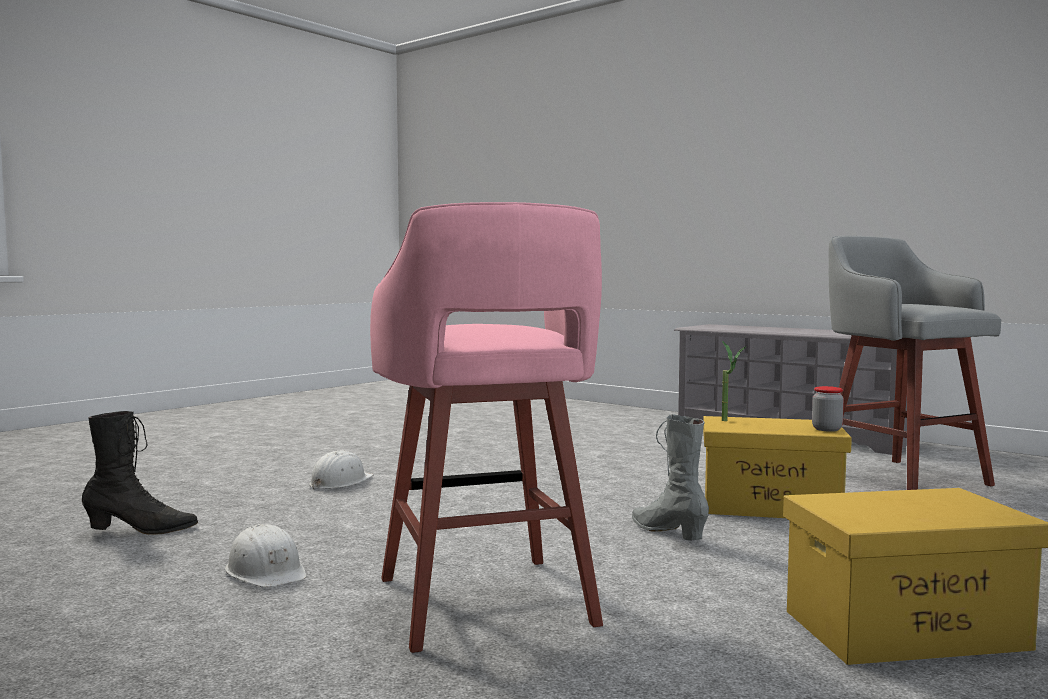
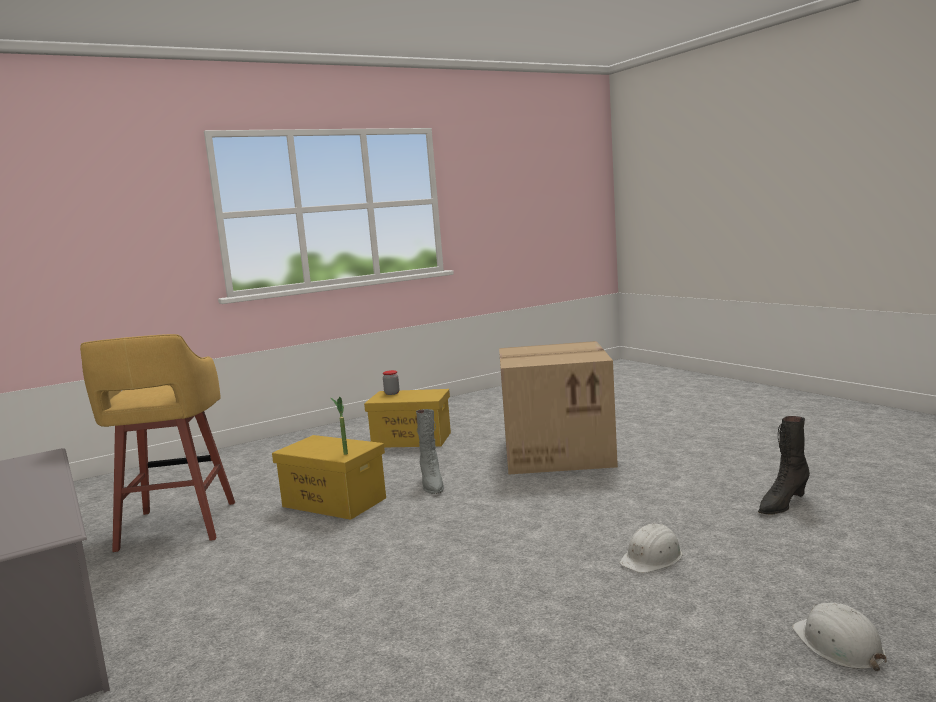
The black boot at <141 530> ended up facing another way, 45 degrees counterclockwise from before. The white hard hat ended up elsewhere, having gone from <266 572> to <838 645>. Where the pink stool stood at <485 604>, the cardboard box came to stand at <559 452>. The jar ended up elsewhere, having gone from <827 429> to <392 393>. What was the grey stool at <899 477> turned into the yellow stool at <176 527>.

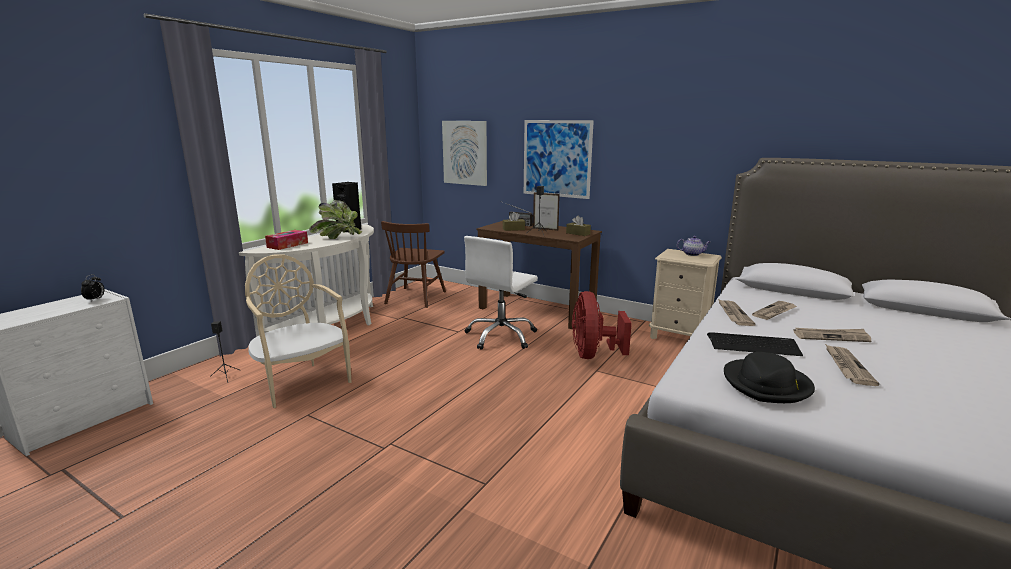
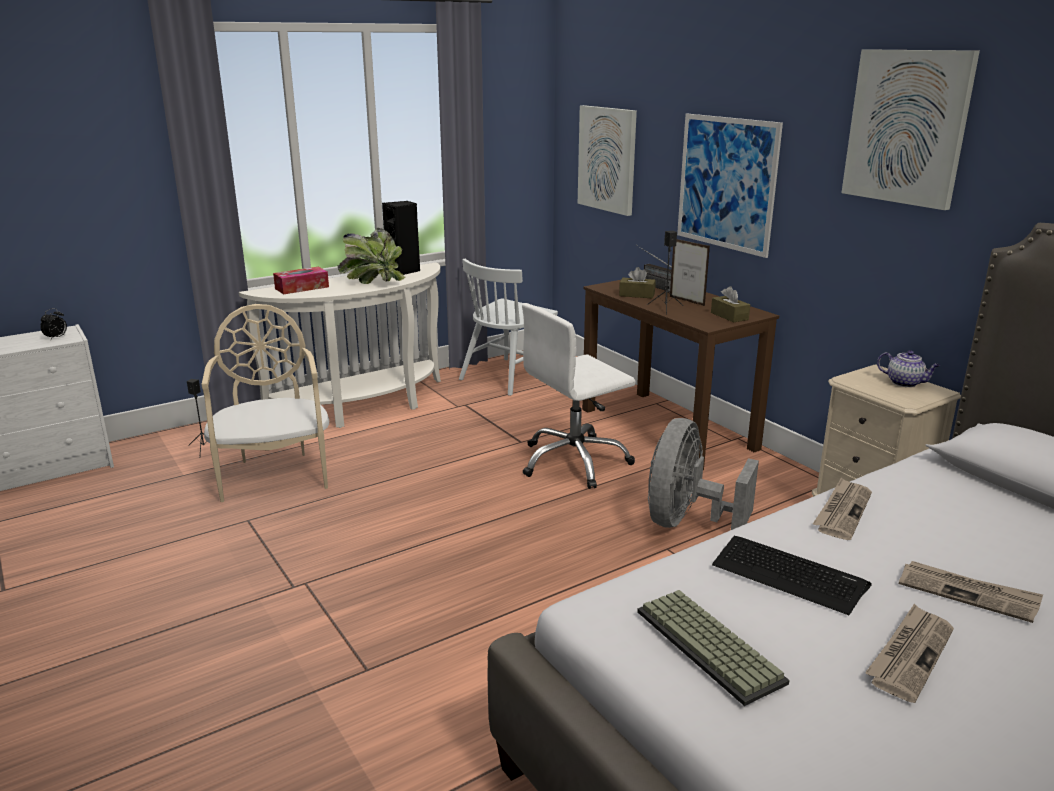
What was the brown chair at <415 297> turned into the white chair at <508 376>. What was the red fan at <593 354> turned into the grey fan at <686 521>. Where the black hat stood at <767 385>, the keyboard came to stand at <712 646>. The second view lost the newspaper at <774 312>. The second view gained the picture at <907 127>.

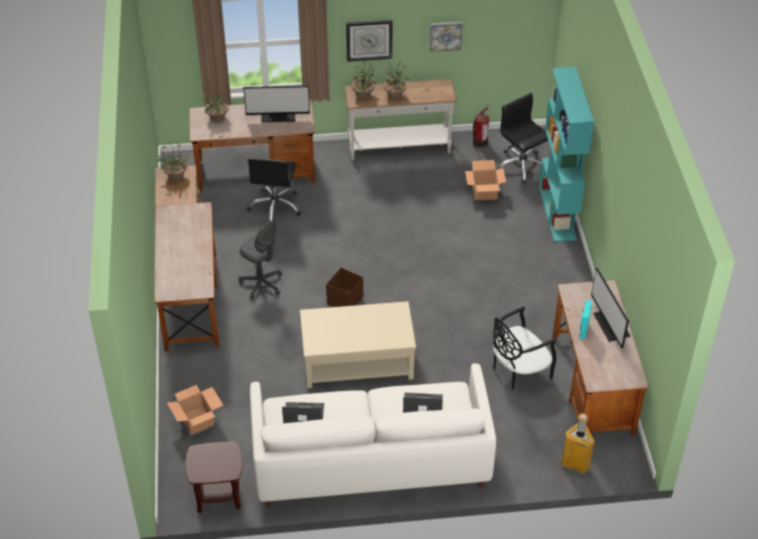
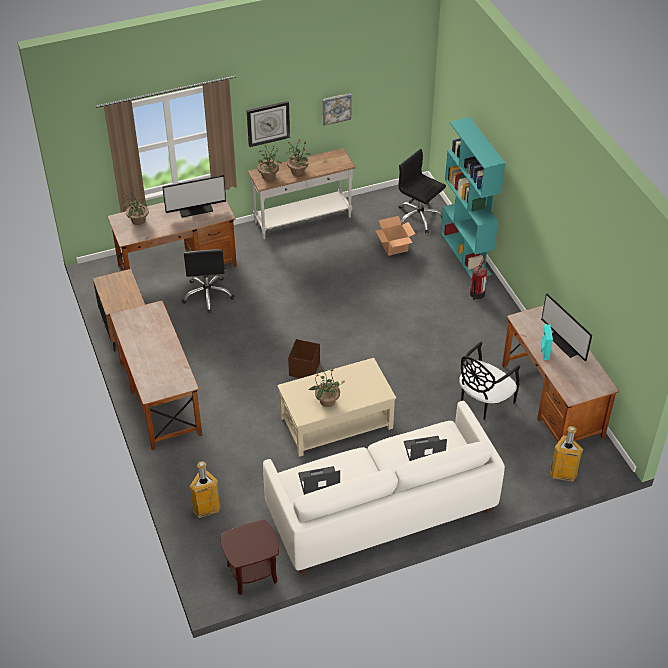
The potted plant ended up elsewhere, having gone from <175 176> to <327 401>. Where the cardboard box stood at <196 420>, the trash can came to stand at <206 508>. The second view lost the grey office chair at <262 283>. The fire extinguisher ended up elsewhere, having gone from <479 142> to <477 294>.

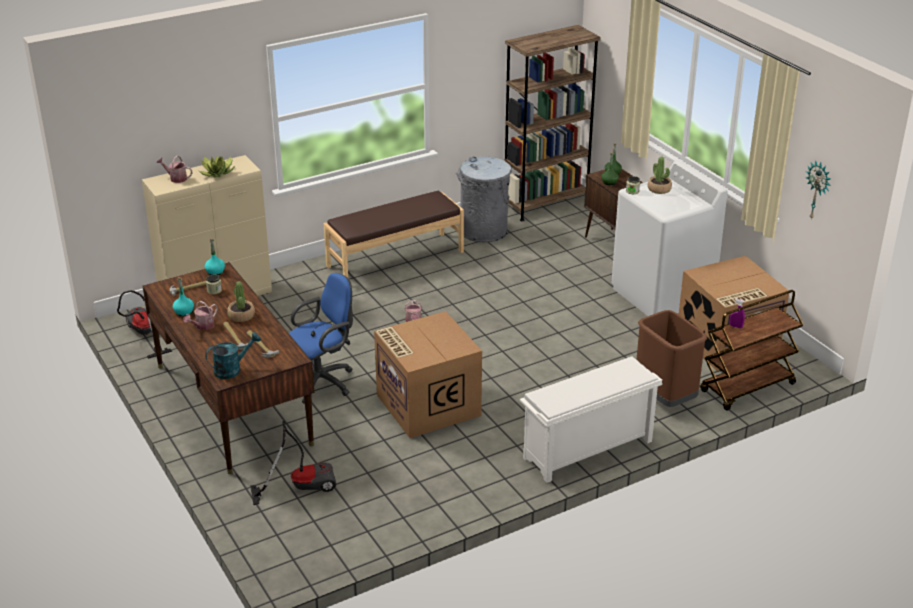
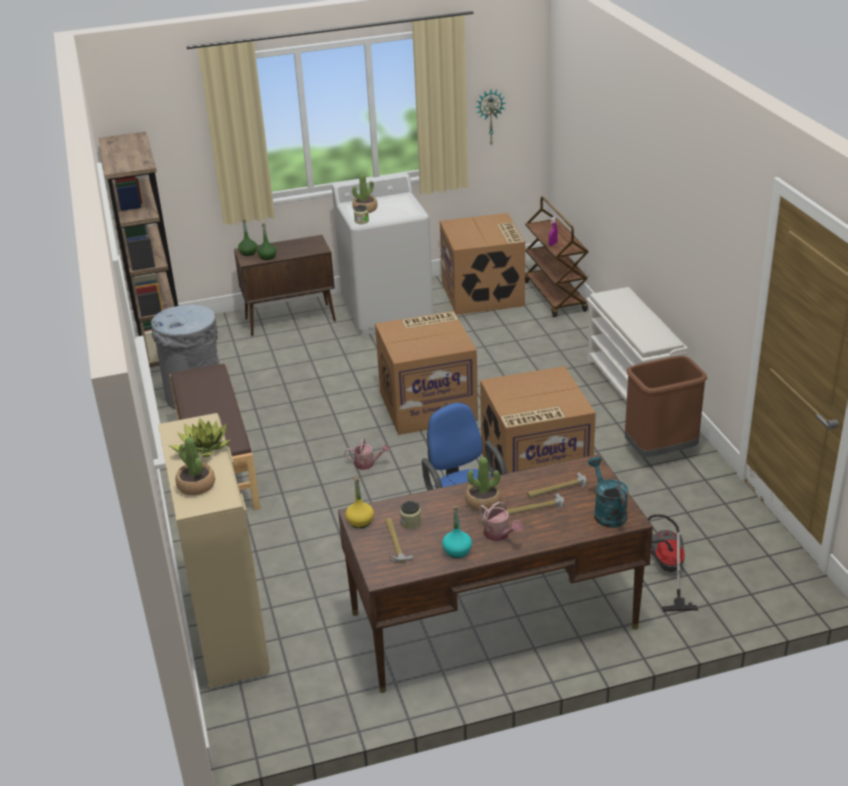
The second view lost the vacuum cleaner at <143 335>. Where the watering can stood at <176 178>, the potted plant came to stand at <196 485>. What was the turquoise bottle at <215 272> turned into the yellow bottle at <360 522>. The brown trash can ended up elsewhere, having gone from <664 398> to <660 451>. The second view gained the cardboard box at <429 405>.

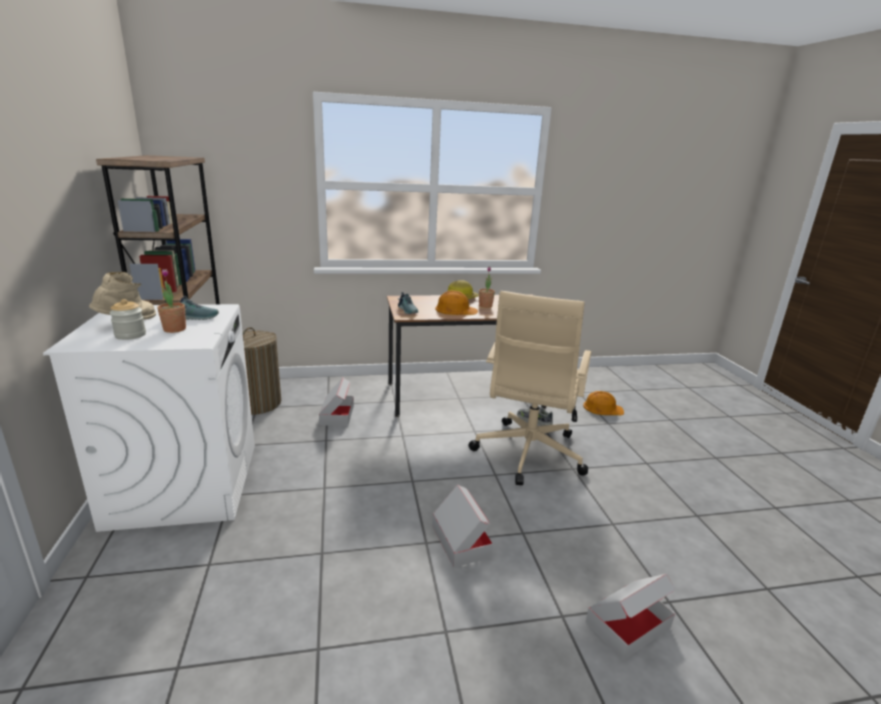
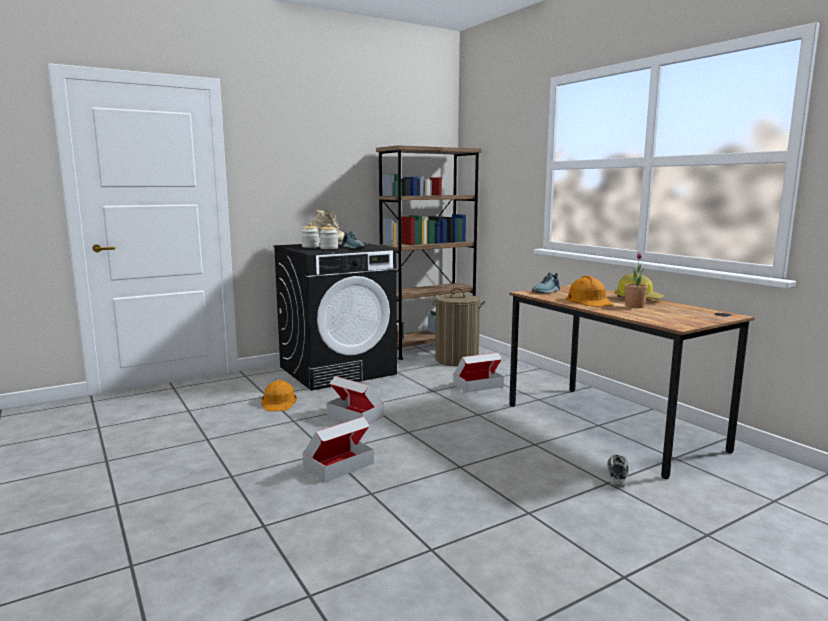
What was the white washing machine at <185 483> turned into the black washing machine at <338 370>. Where the potted plant stood at <174 329>, the jar came to stand at <329 248>. The second view lost the beige office chair at <527 454>. The orange hard hat ended up elsewhere, having gone from <602 408> to <279 402>. The cardboard box ended up elsewhere, having gone from <628 624> to <355 415>.

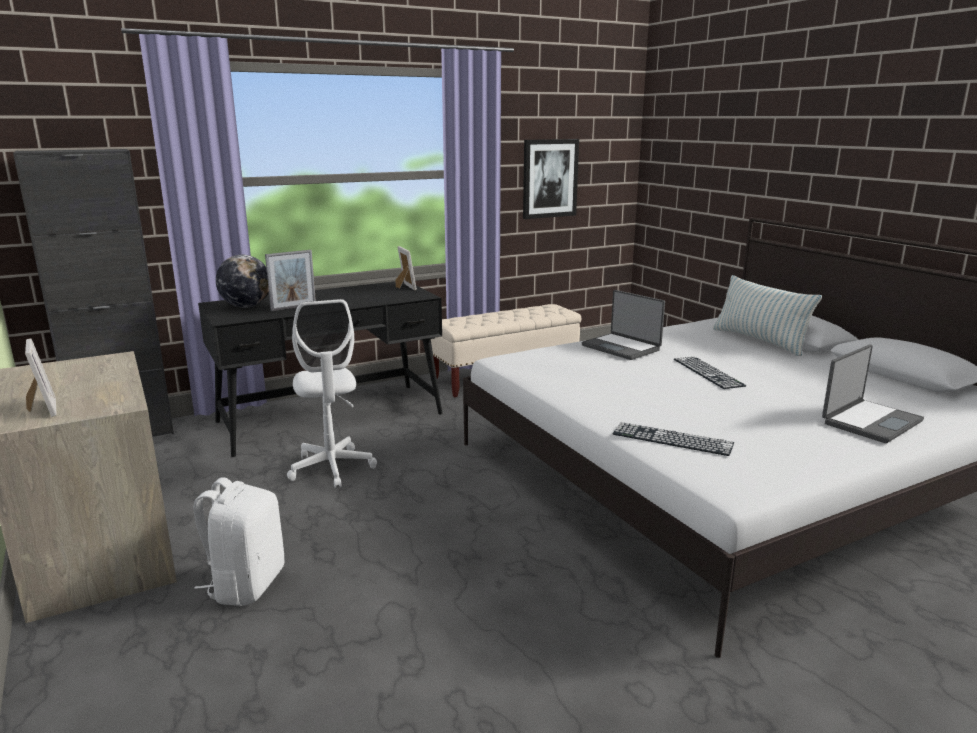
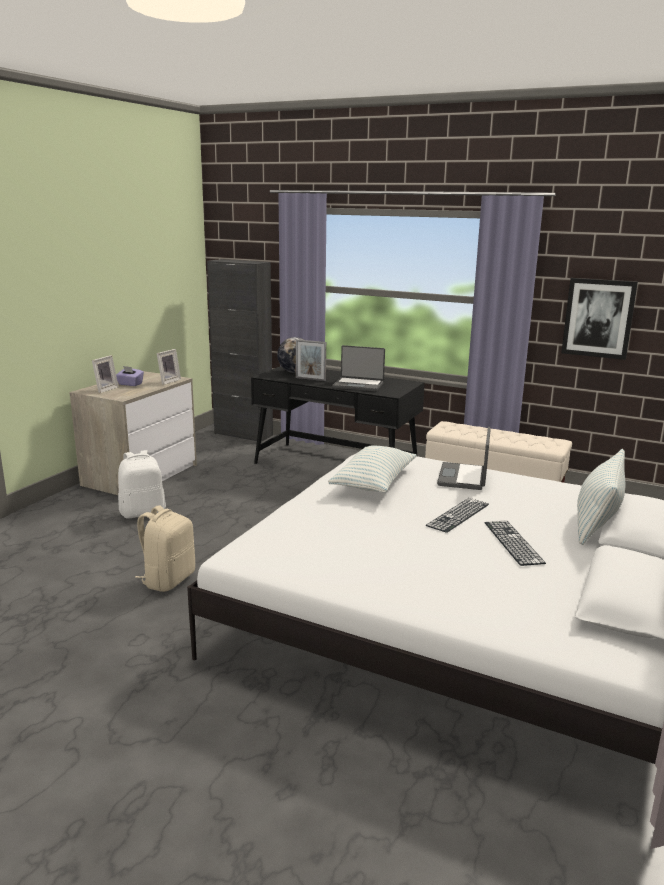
The second view lost the white office chair at <332 468>. The picture frame ended up elsewhere, having gone from <404 287> to <168 381>. The keyboard ended up elsewhere, having gone from <672 439> to <513 542>. The laptop ended up elsewhere, having gone from <870 422> to <358 385>. The second view gained the purple tissue box at <130 384>. The second view gained the beige backpack at <168 579>. The second view gained the pillow at <374 482>.

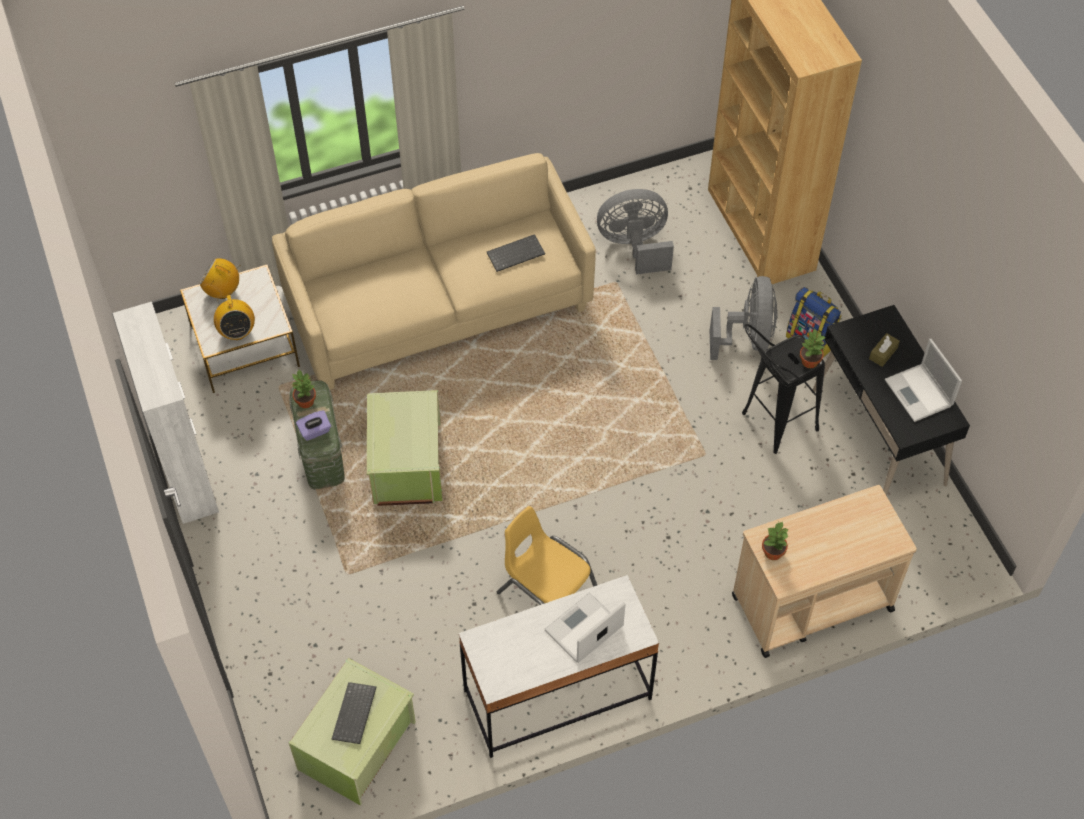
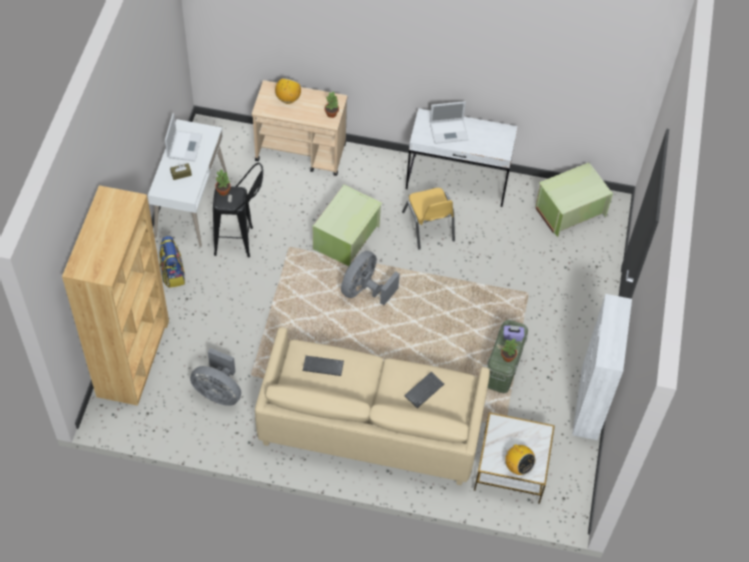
The radio ended up elsewhere, having gone from <237 332> to <288 99>. The keyboard ended up elsewhere, having gone from <355 714> to <424 389>. The green storage box ended up elsewhere, having gone from <405 464> to <347 237>. The grey fan ended up elsewhere, having gone from <747 337> to <364 290>. What was the black desk at <878 438> turned into the white desk at <191 204>.

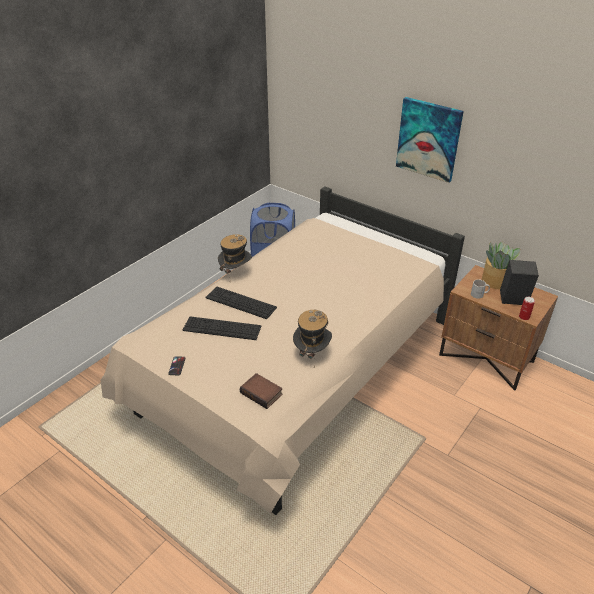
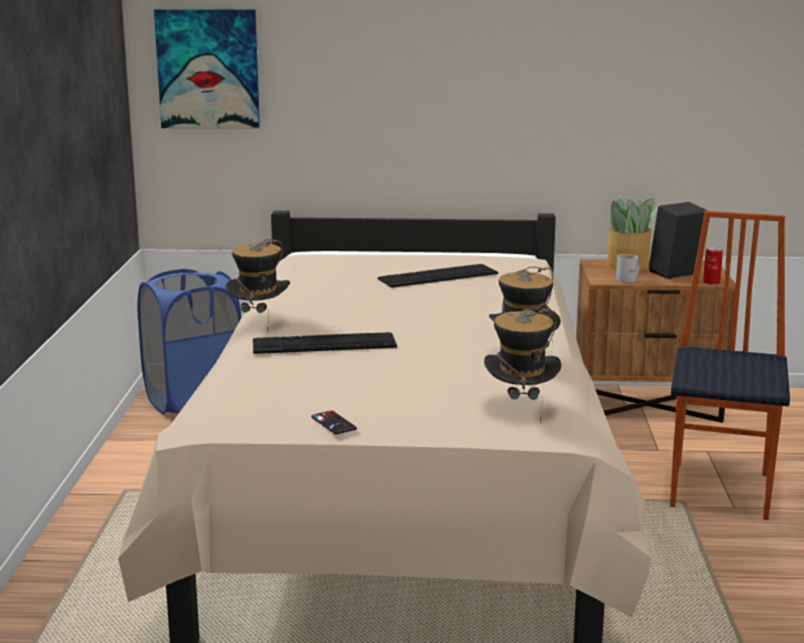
The keyboard ended up elsewhere, having gone from <222 328> to <438 276>. Where the book stood at <262 393>, the hat came to stand at <520 408>. The picture ended up elsewhere, having gone from <428 139> to <208 69>. The second view gained the chair at <722 490>.

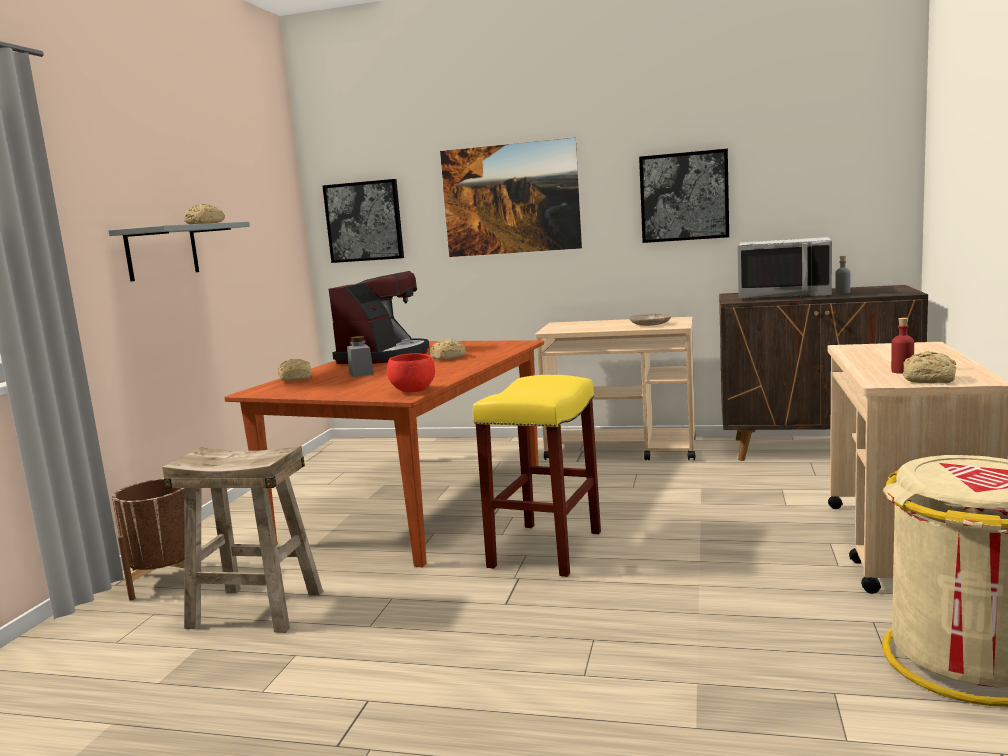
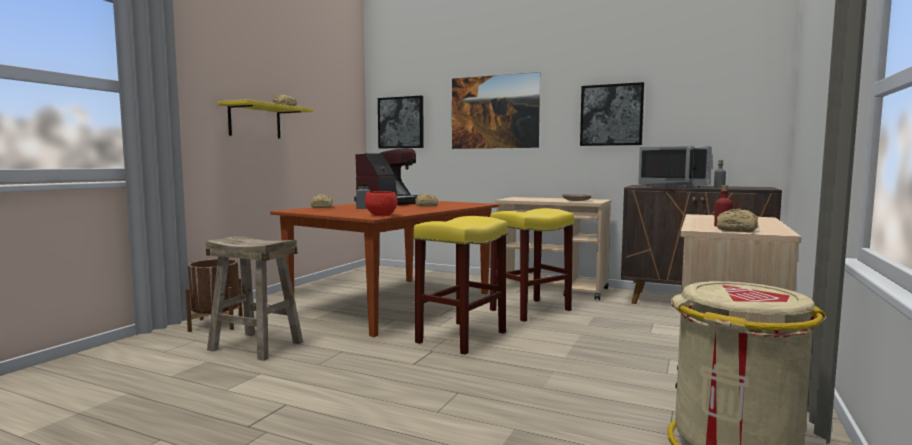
What was the grey shelf at <162 252> turned into the yellow shelf at <255 121>. The second view gained the yellow stool at <530 310>.

